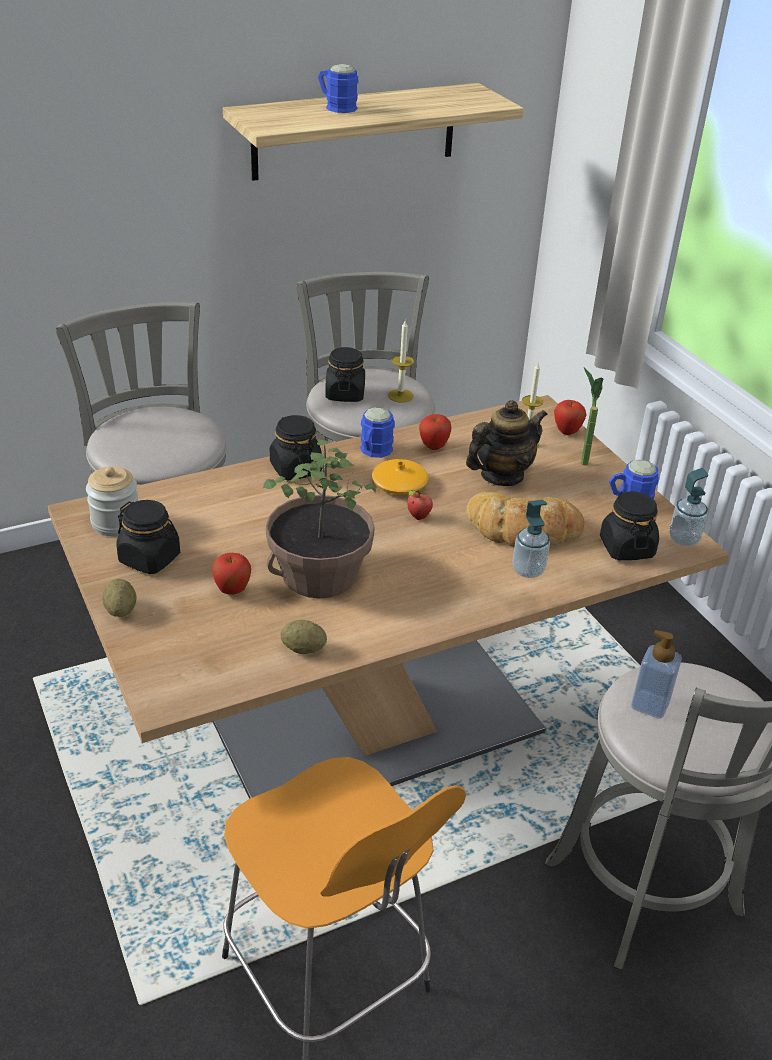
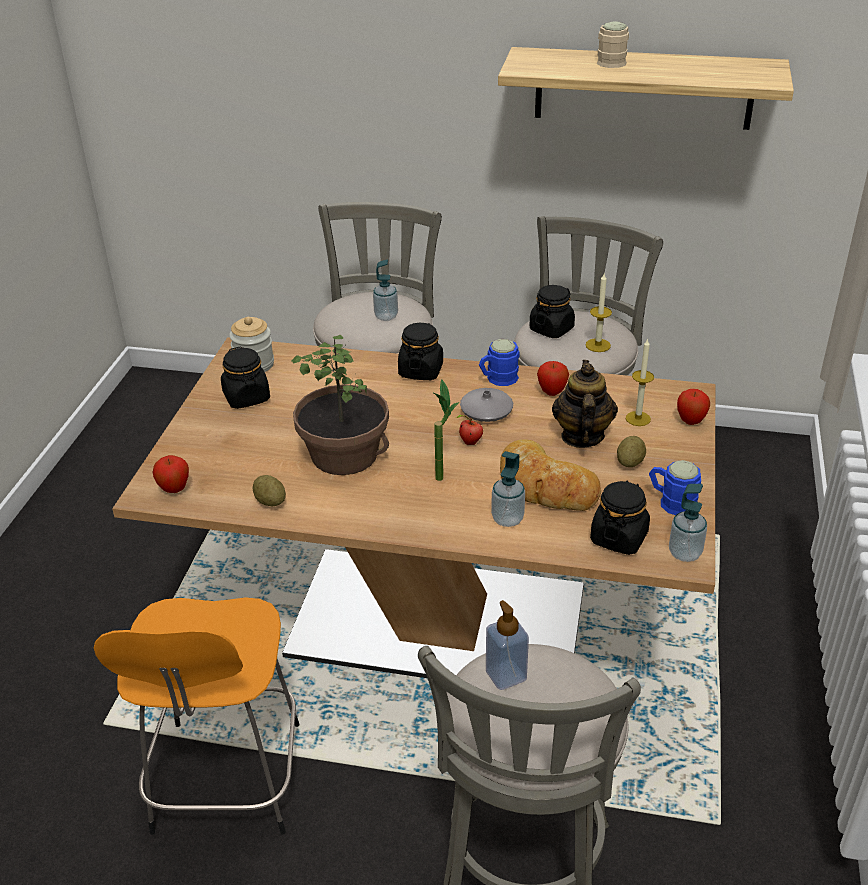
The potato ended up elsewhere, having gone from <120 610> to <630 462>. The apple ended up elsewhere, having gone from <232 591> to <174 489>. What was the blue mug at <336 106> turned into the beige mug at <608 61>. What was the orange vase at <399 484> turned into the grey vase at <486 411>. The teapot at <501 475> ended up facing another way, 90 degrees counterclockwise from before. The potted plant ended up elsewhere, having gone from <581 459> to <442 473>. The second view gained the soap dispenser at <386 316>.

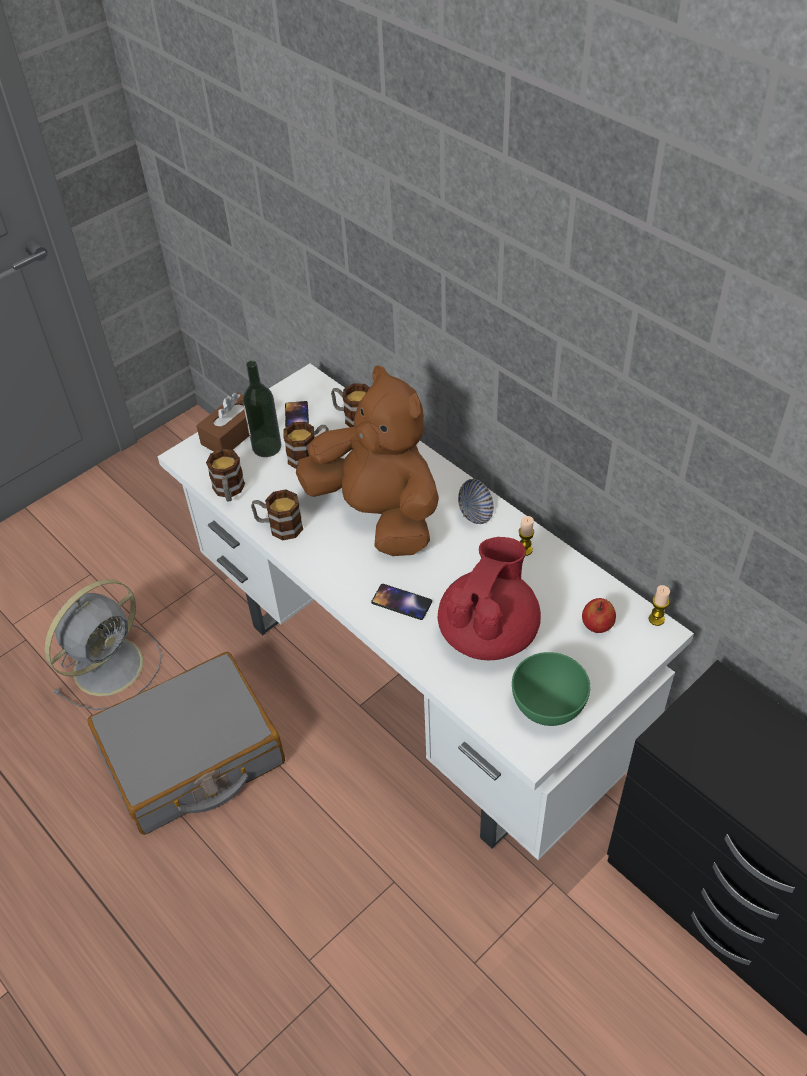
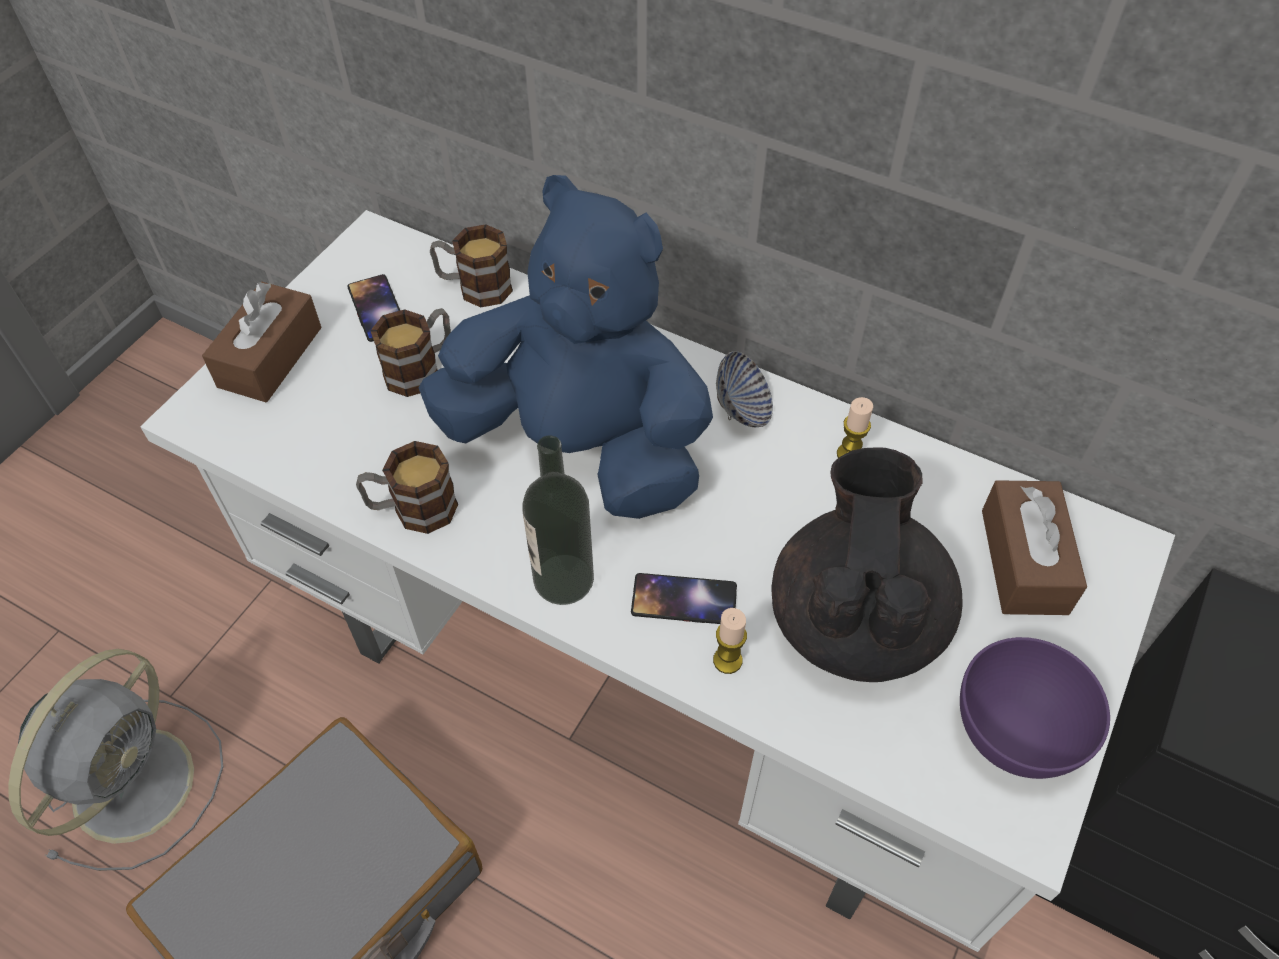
The second view lost the mug at <229 491>. The bottle ended up elsewhere, having gone from <266 447> to <563 579>. What was the brown plush toy at <378 514> turned into the blue plush toy at <580 447>. What was the red teapot at <488 632> turned into the black teapot at <855 619>. What was the green bowl at <547 706> turned into the purple bowl at <1013 732>. Where the apple stood at <597 626>, the brown tissue box came to stand at <1024 561>. The candle ended up elsewhere, having gone from <656 619> to <727 660>.

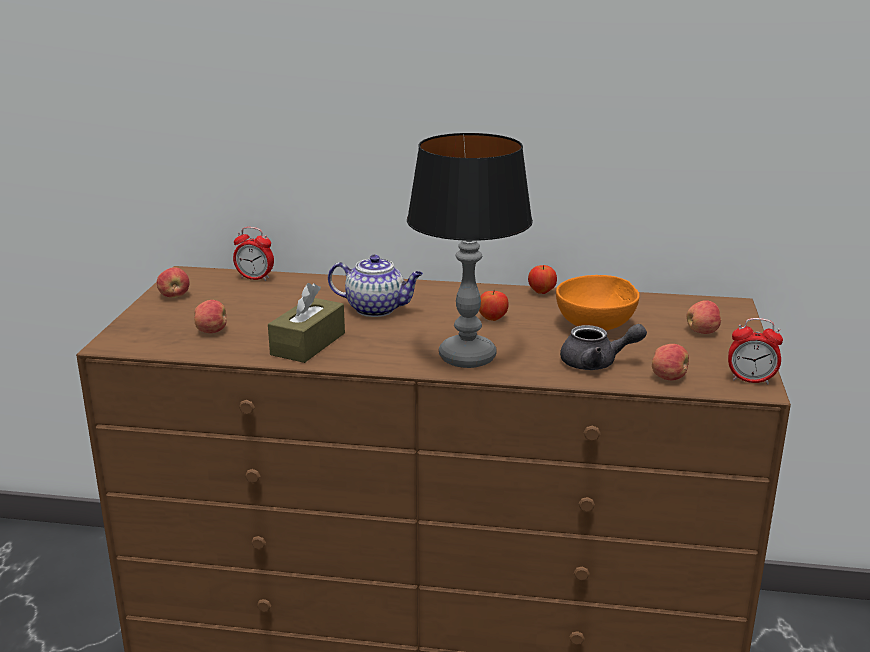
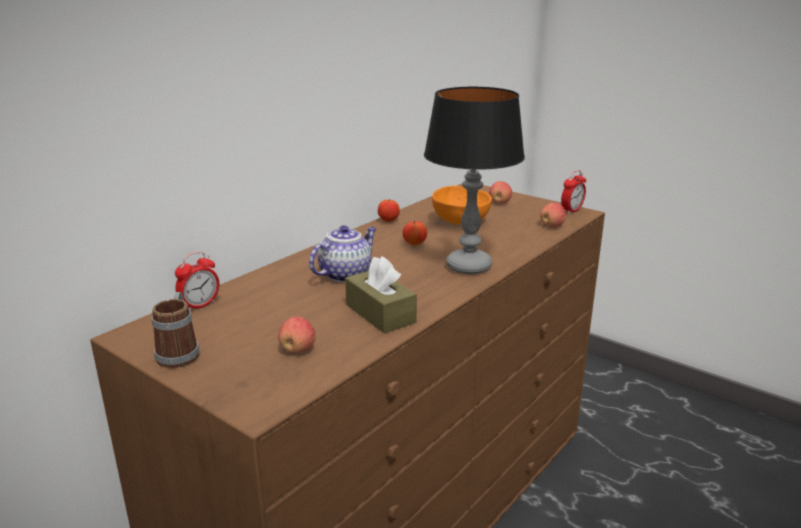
Where the apple stood at <174 296>, the mug came to stand at <180 352>. The second view lost the grey teapot at <596 363>.

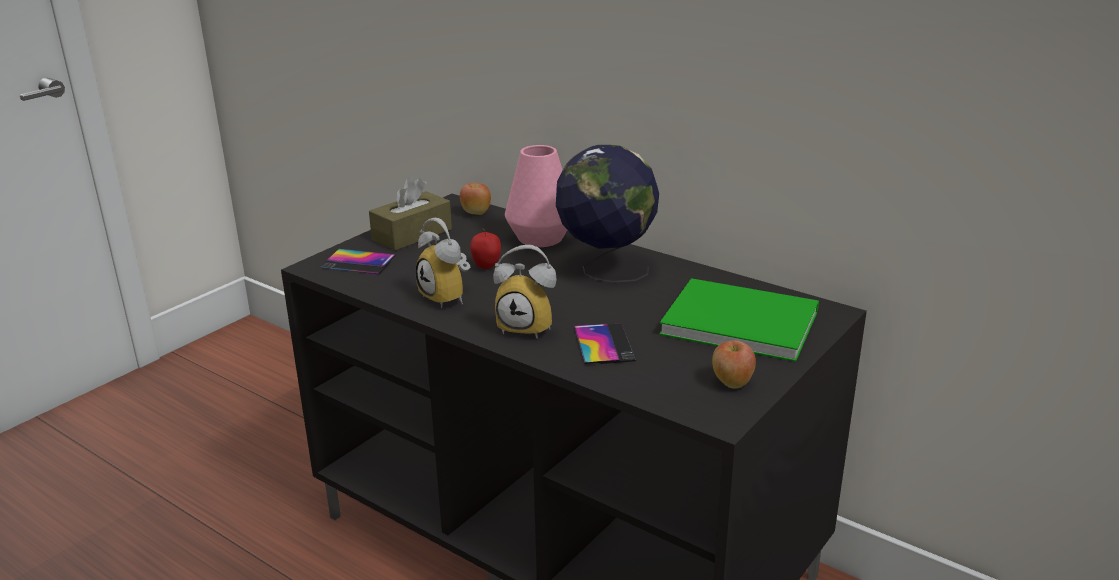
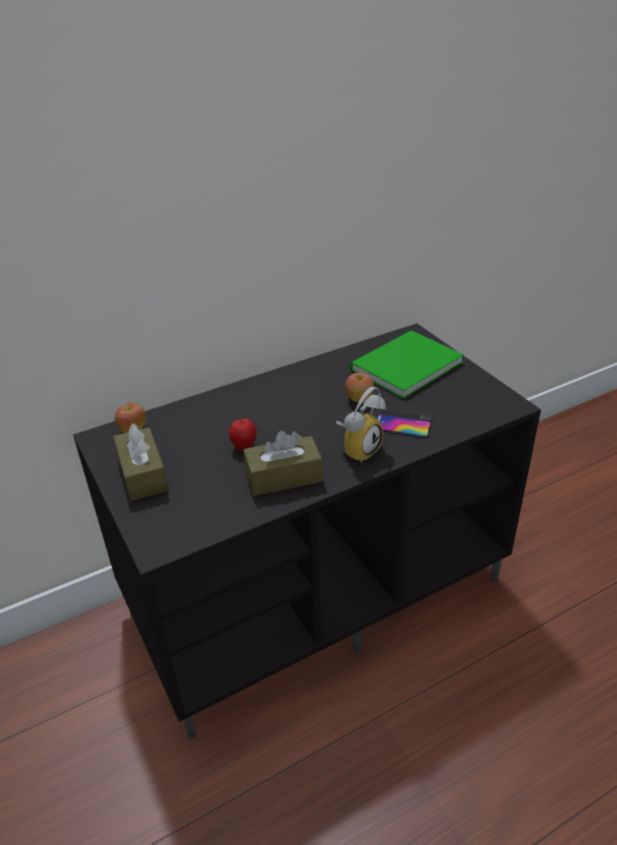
The second view lost the phone at <358 262>. Where the alarm clock stood at <449 297>, the brown tissue box came to stand at <283 477>. The second view lost the pink vase at <540 238>. The second view lost the globe at <606 269>. The apple ended up elsewhere, having gone from <731 383> to <359 399>.

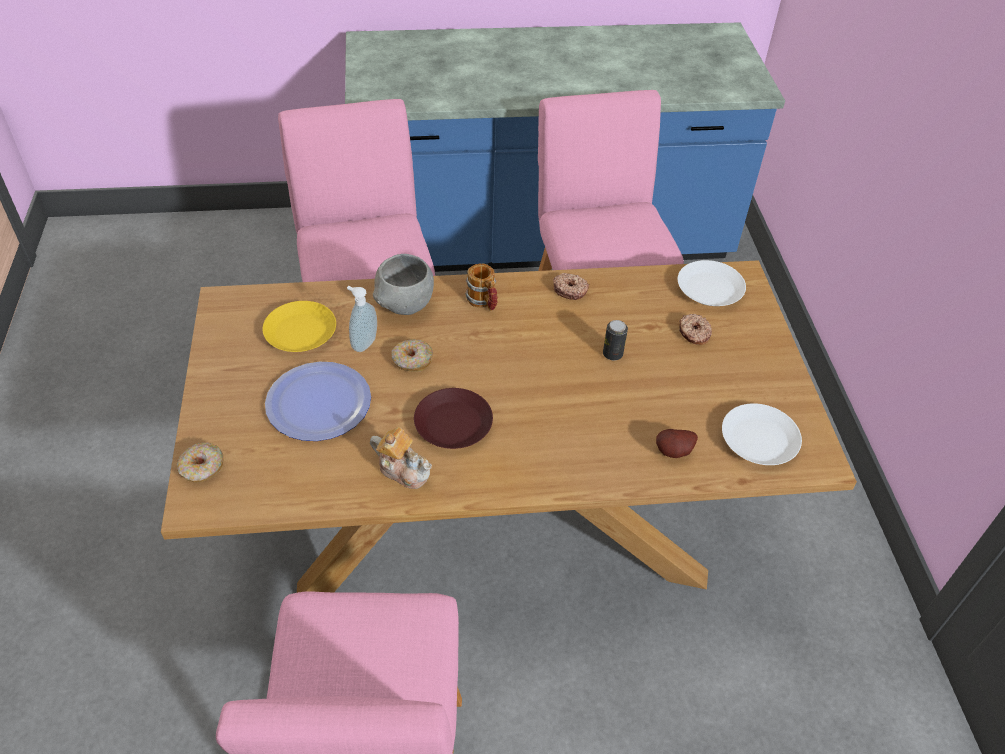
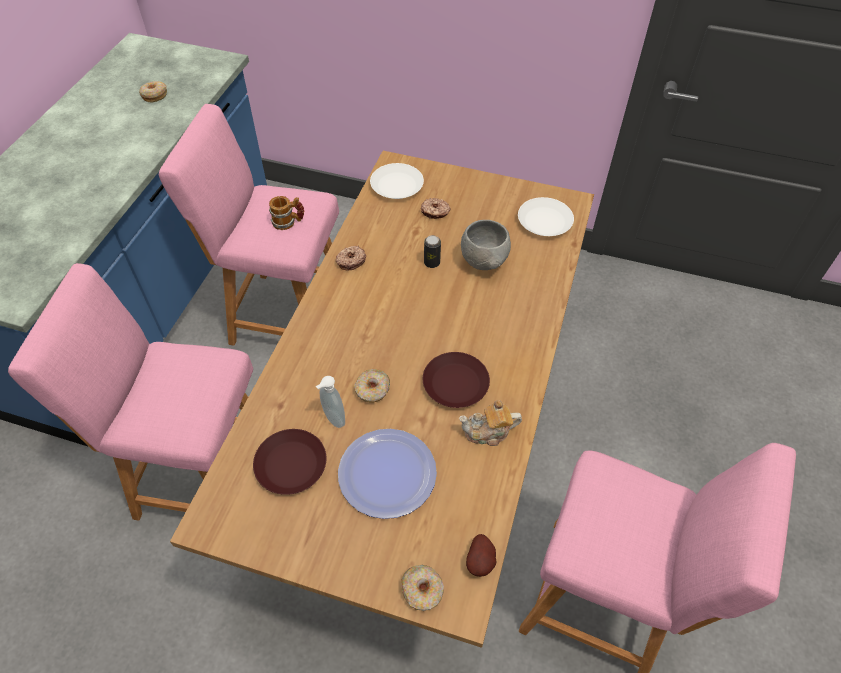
What was the yellow plate at <301 333> turned into the brown plate at <292 465>. The teapot at <403 470> ended up facing another way, 150 degrees counterclockwise from before. The grey bowl ended up elsewhere, having gone from <404 307> to <484 263>. The mug ended up elsewhere, having gone from <483 302> to <288 222>. The potato ended up elsewhere, having gone from <674 453> to <481 562>. The second view gained the donut at <154 95>.

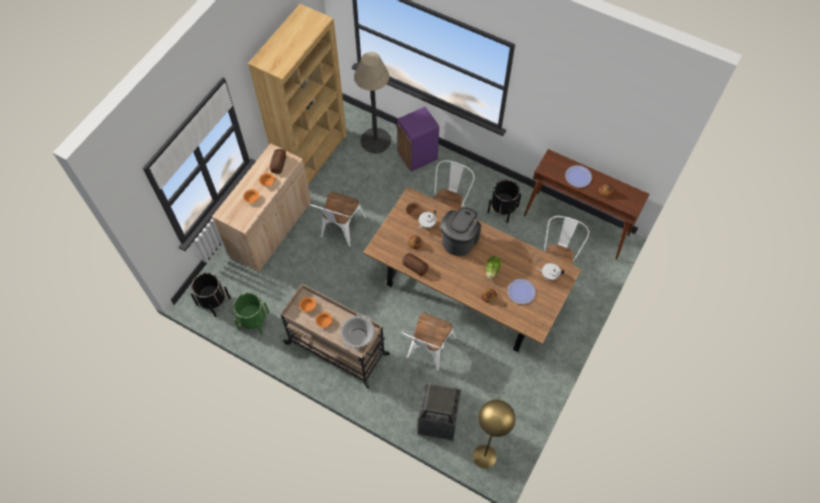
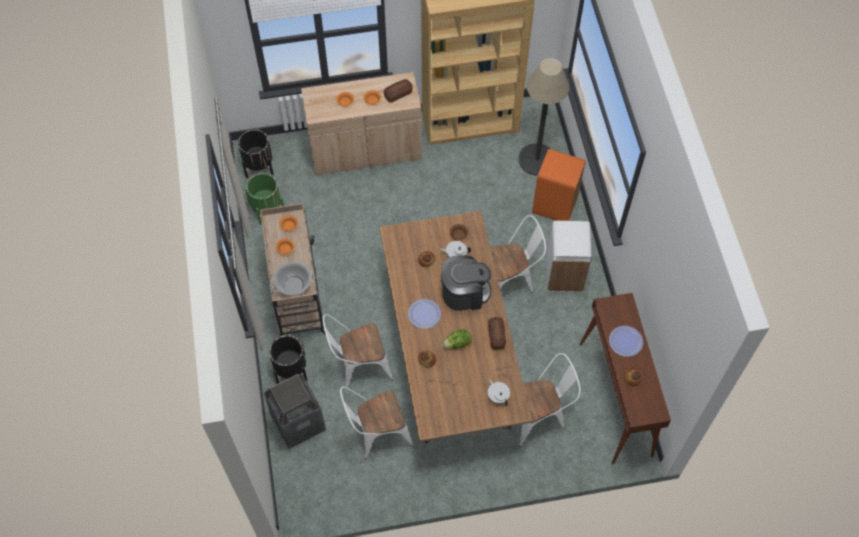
The white chair ended up elsewhere, having gone from <340 230> to <376 433>. What was the purple trash can at <417 156> turned into the orange trash can at <554 205>. The bread ended up elsewhere, having gone from <415 267> to <496 336>. The second view lost the yellow floor lamp at <484 456>. The black planter ended up elsewhere, having gone from <503 209> to <291 369>. The plate ended up elsewhere, having gone from <521 292> to <424 314>. The second view gained the white trash can at <564 274>.

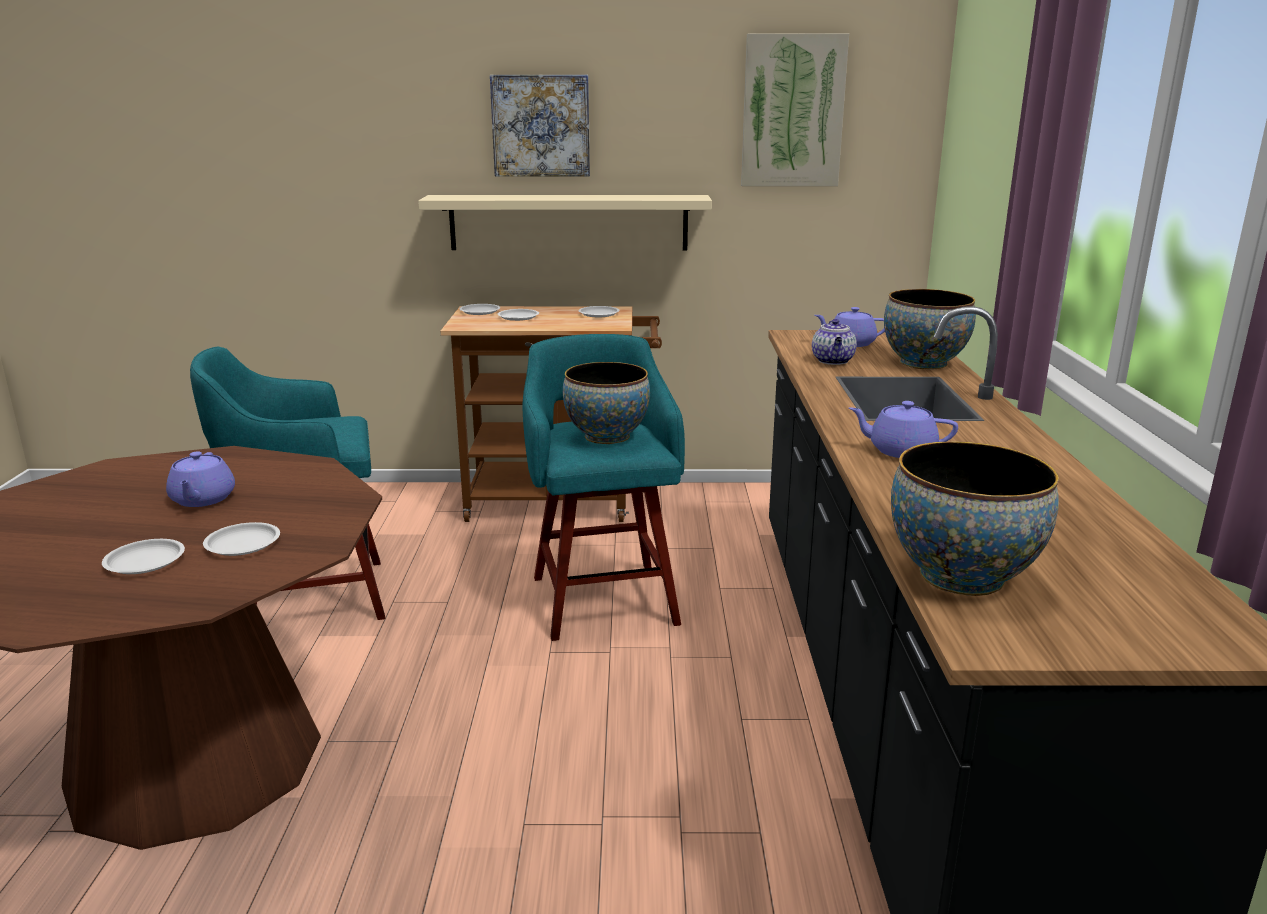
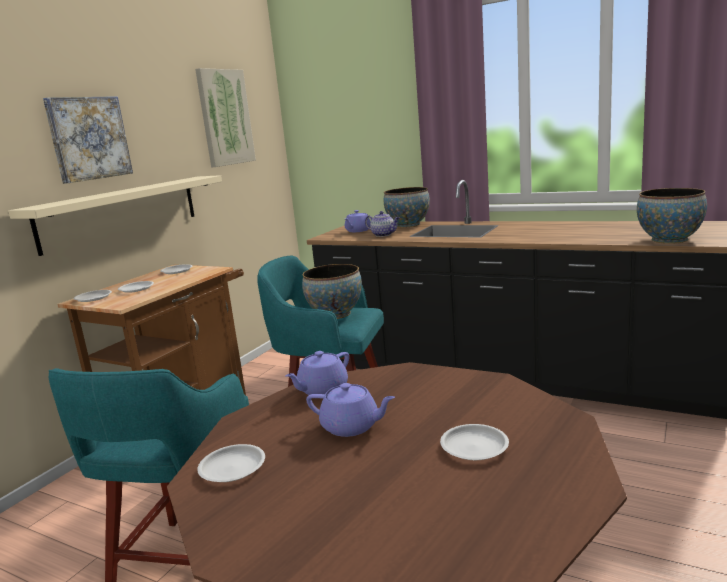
The white plate ended up elsewhere, having gone from <242 544> to <232 468>. The purple teapot ended up elsewhere, having gone from <900 451> to <322 389>.

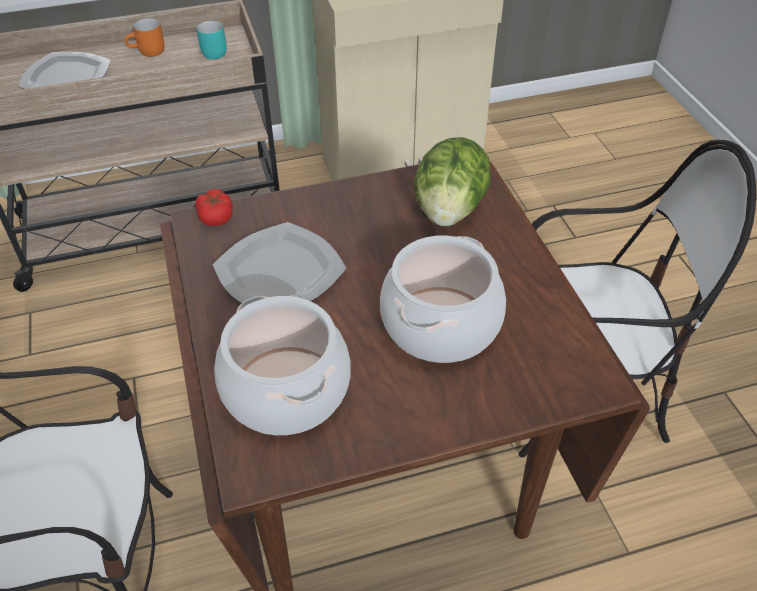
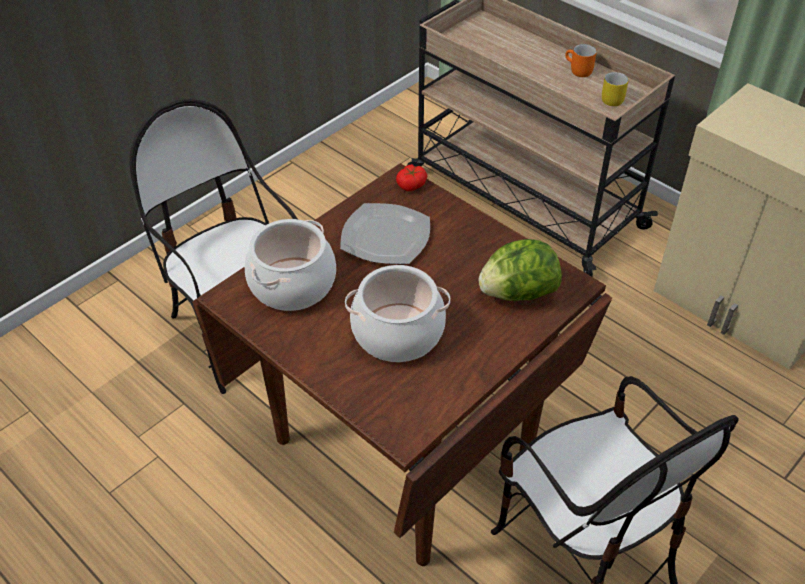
The second view lost the plate at <66 77>. What was the turquoise mug at <210 52> turned into the yellow mug at <611 98>.

